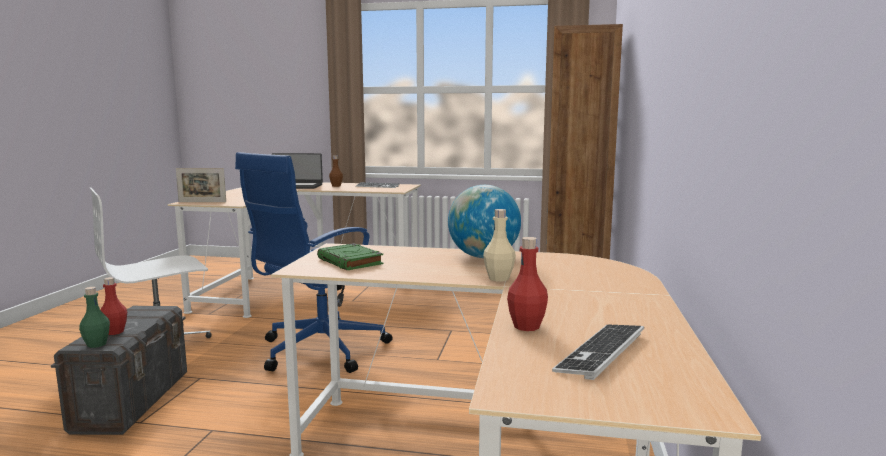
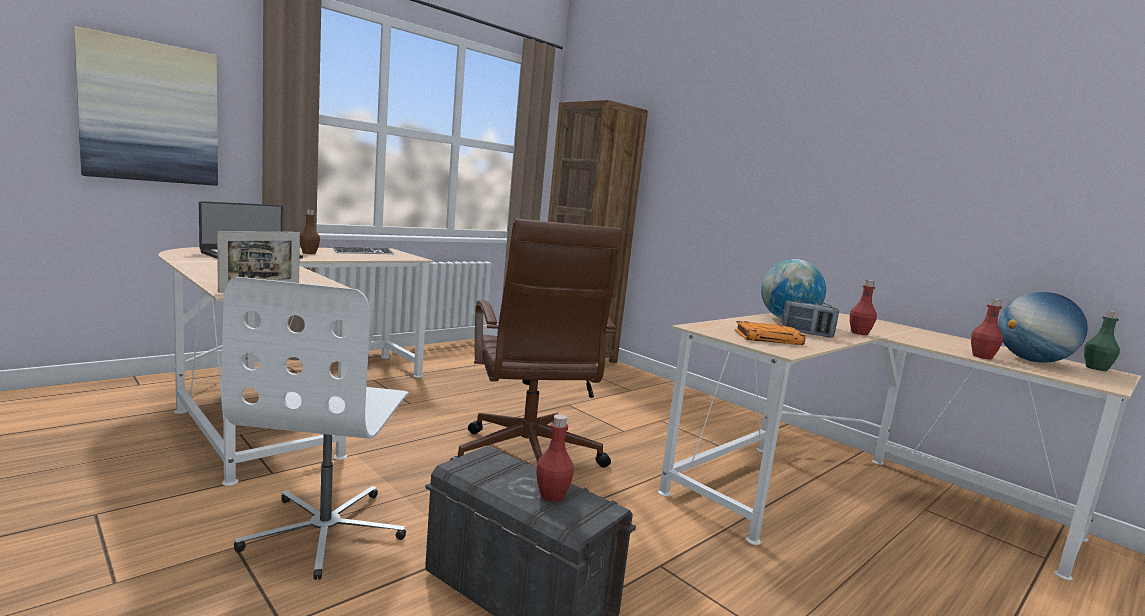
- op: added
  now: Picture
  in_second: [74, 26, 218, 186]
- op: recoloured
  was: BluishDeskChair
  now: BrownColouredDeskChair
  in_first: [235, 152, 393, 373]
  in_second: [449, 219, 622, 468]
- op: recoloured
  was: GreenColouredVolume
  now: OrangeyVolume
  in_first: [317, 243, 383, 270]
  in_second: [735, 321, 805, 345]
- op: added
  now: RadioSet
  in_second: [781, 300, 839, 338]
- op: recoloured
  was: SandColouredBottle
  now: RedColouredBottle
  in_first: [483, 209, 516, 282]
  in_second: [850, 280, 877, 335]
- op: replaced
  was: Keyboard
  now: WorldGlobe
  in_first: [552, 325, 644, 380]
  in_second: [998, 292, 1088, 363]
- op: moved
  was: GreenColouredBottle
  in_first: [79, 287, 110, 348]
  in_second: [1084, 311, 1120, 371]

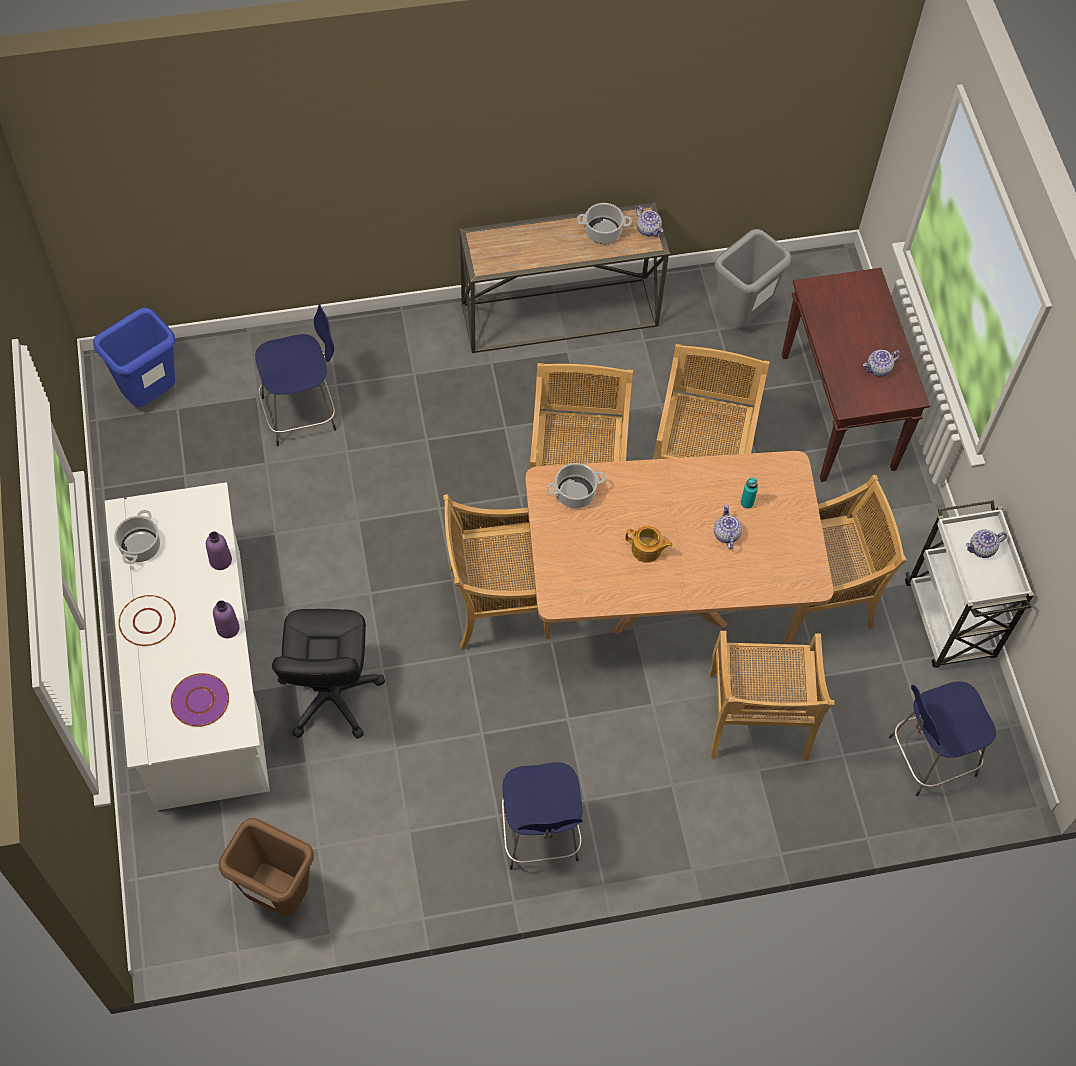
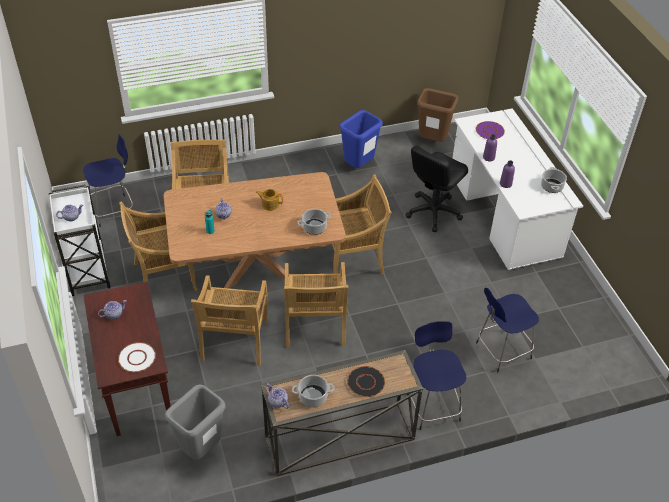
- op: moved
  was: WhiteDinnerPlate
  in_first: [118, 595, 176, 646]
  in_second: [118, 342, 156, 372]
- op: moved
  was: BluishRubbishBin
  in_first: [93, 308, 175, 407]
  in_second: [339, 110, 383, 168]
- op: added
  now: BlackDinnerPlate
  in_second: [347, 366, 385, 397]
- op: turned
  was: BlackDeskChair
  in_first: [272, 609, 385, 739]
  in_second: [405, 146, 468, 232]
  clockwise: -135
- op: moved
  was: BluishStoolSeat
  in_first: [501, 762, 583, 870]
  in_second: [407, 321, 466, 430]

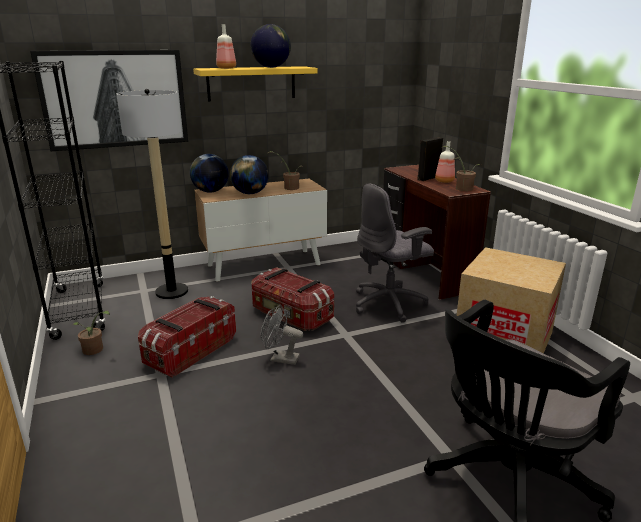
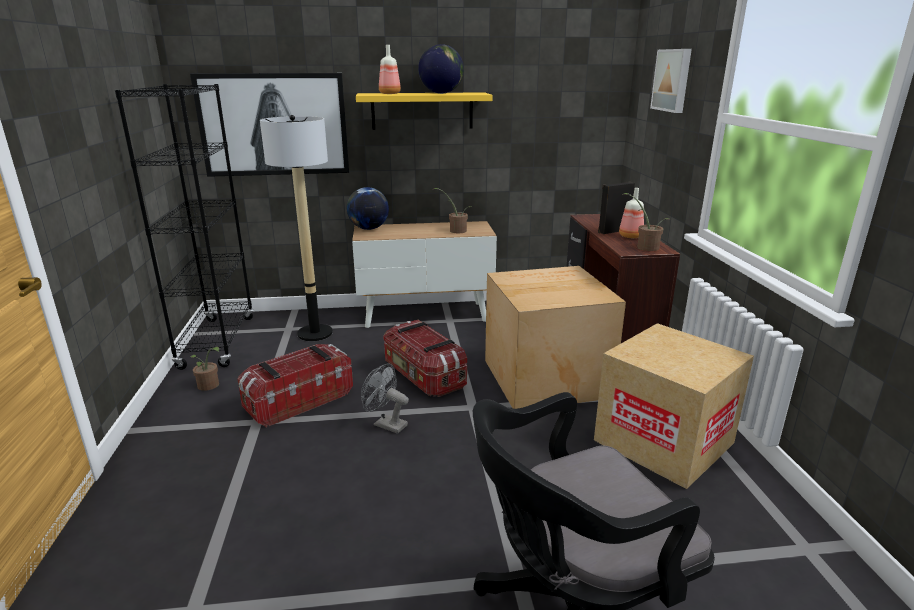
- op: replaced
  was: GrayDeskChair
  now: CardboardBox
  in_first: [356, 183, 434, 323]
  in_second: [485, 266, 626, 409]
- op: added
  now: Picture
  in_second: [650, 49, 692, 113]
- op: removed
  was: WorldGlobe
  in_first: [230, 155, 269, 194]

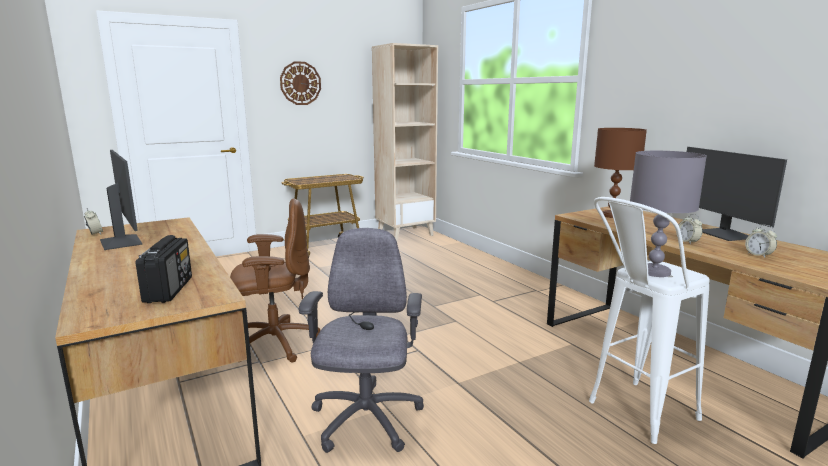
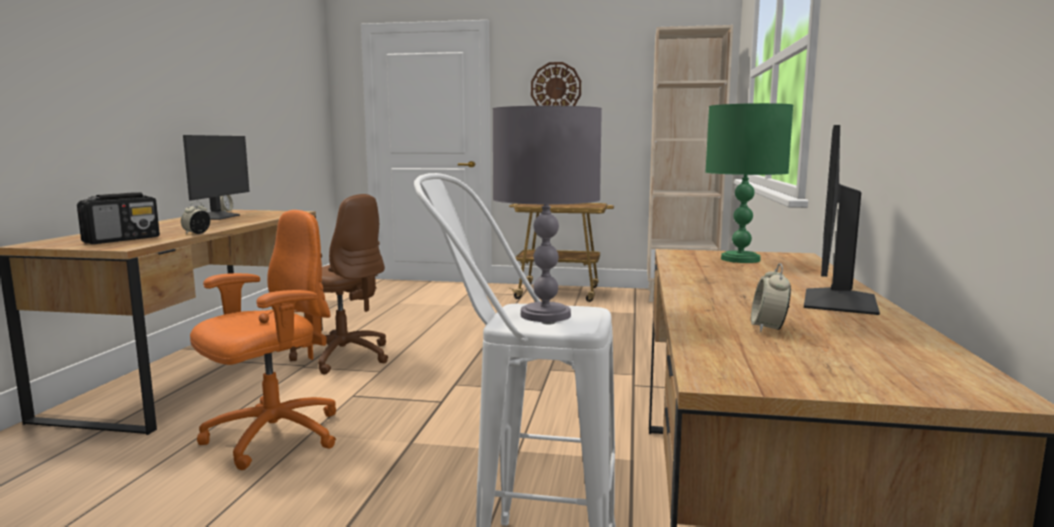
- op: moved
  was: AlarmClock
  in_first: [676, 214, 703, 244]
  in_second: [181, 201, 210, 234]
- op: recoloured
  was: GrayDeskChair
  now: OrangeyDeskChair
  in_first: [299, 228, 424, 453]
  in_second: [190, 210, 336, 470]
- op: recoloured
  was: BrownColouredLampForATable
  now: GreenColouredLampForATable
  in_first: [594, 128, 647, 218]
  in_second: [705, 103, 793, 263]

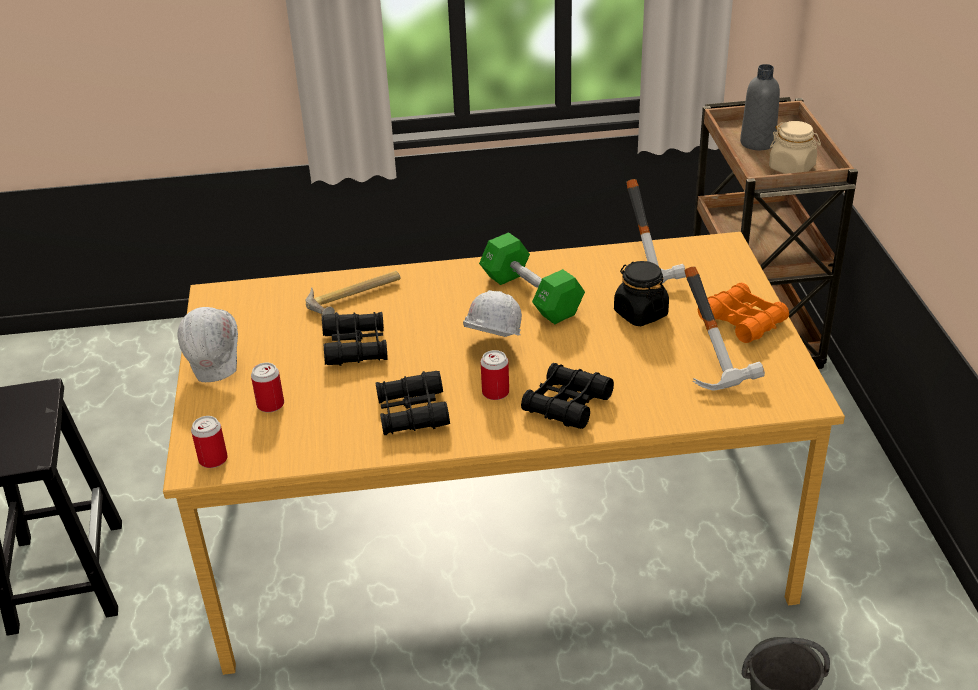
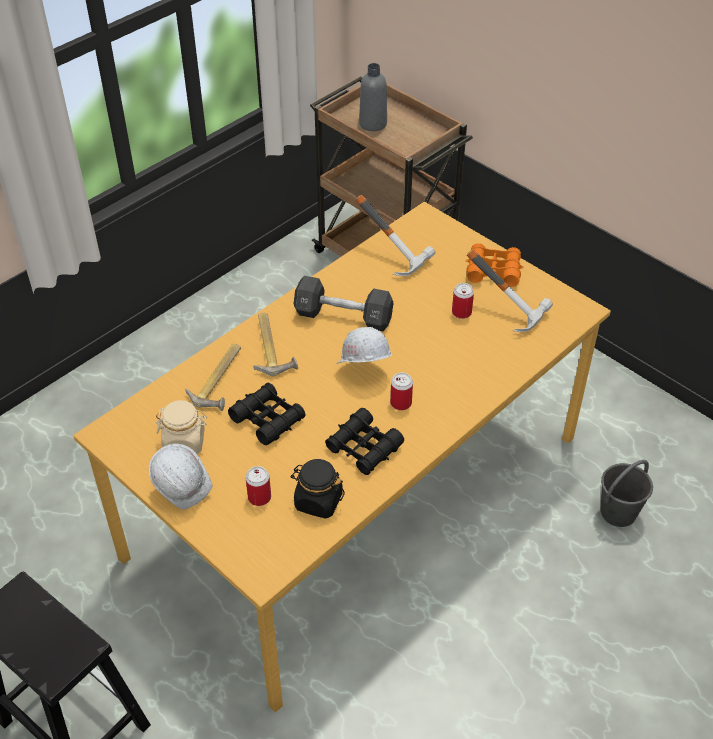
- op: moved
  was: SandColouredJar
  in_first: [769, 121, 821, 174]
  in_second: [156, 400, 207, 454]
- op: added
  now: Hammer
  in_second: [253, 313, 298, 376]
- op: moved
  was: BlackJar
  in_first: [614, 261, 669, 326]
  in_second: [290, 459, 345, 519]
- op: recoloured
  was: GreenColouredFreeWeight
  now: BlackFreeWeight
  in_first: [479, 232, 585, 324]
  in_second: [294, 276, 394, 332]
- op: moved
  was: Can
  in_first: [191, 416, 228, 468]
  in_second: [452, 283, 474, 319]
- op: removed
  was: BlackPairOfBinoculars
  in_first: [521, 363, 614, 429]

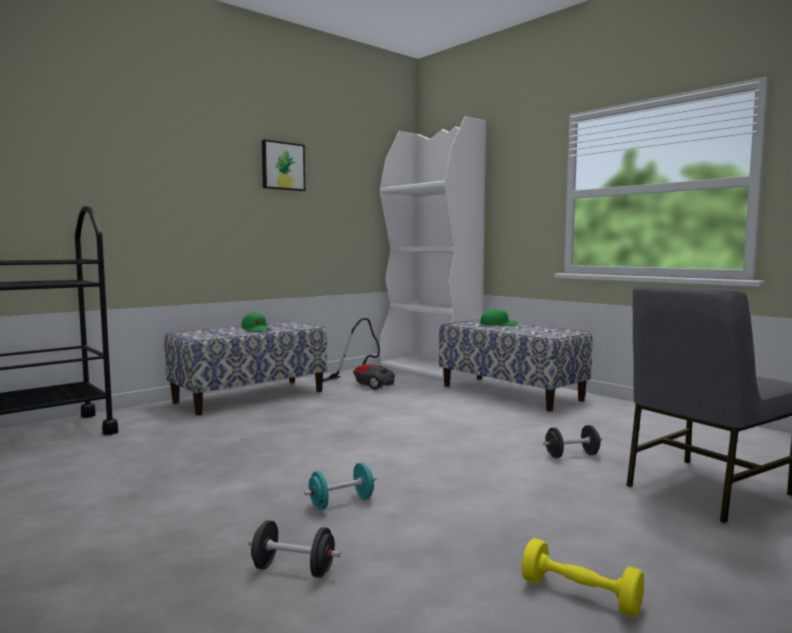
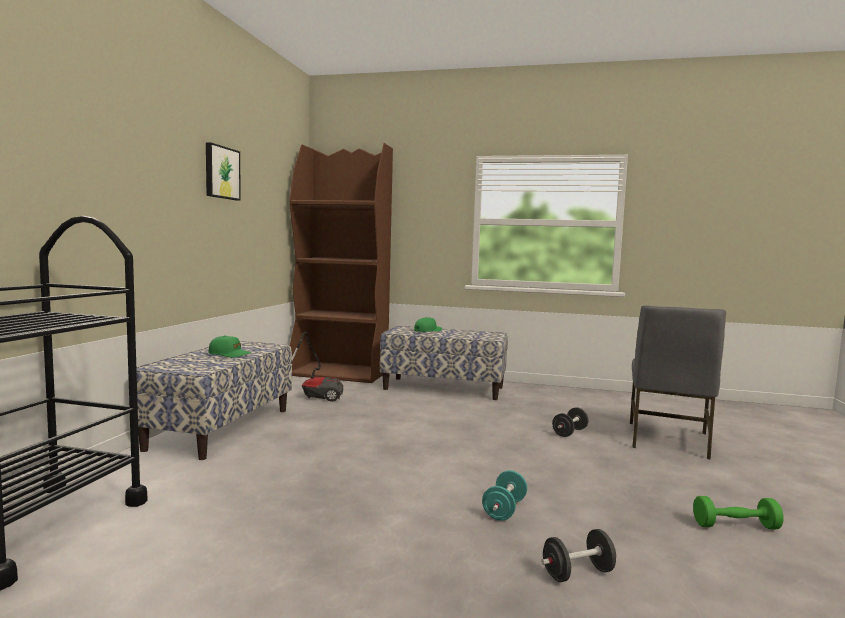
- op: recoloured
  was: WhiteShelvingUnit
  now: BrownColouredShelvingUnit
  in_first: [380, 116, 486, 379]
  in_second: [290, 143, 393, 383]
- op: recoloured
  was: YellowFreeWeight
  now: GreenColouredFreeWeight
  in_first: [521, 538, 644, 617]
  in_second: [693, 496, 784, 529]

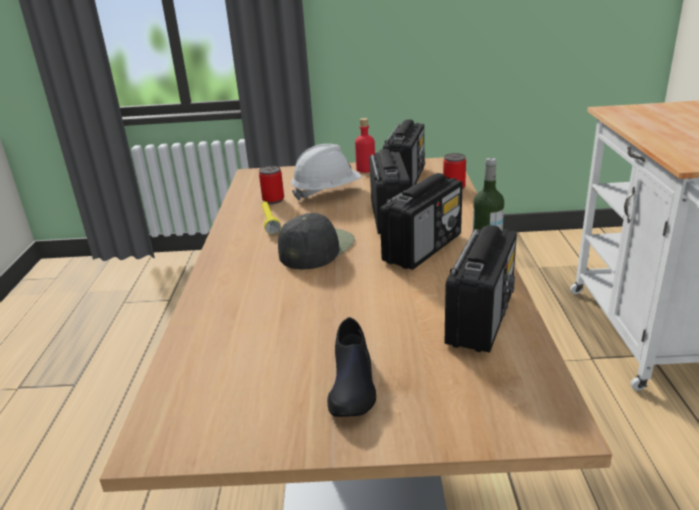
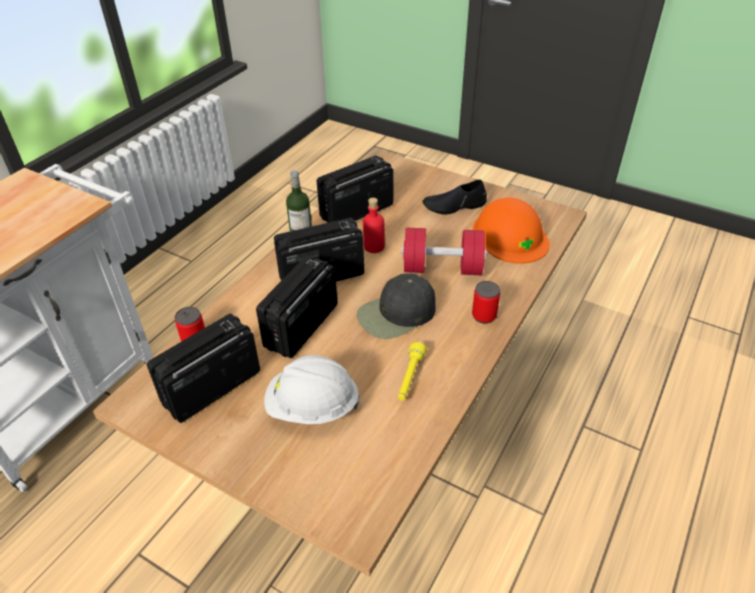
- op: moved
  was: RedColouredBottle
  in_first: [355, 118, 375, 173]
  in_second: [363, 198, 385, 253]
- op: added
  now: RedColouredFreeWeight
  in_second: [401, 228, 487, 275]
- op: turned
  was: BlackItemOfFootwear
  in_first: [327, 317, 376, 417]
  in_second: [422, 180, 487, 215]
  clockwise: -135
- op: added
  now: OrangeyWorkHelmet
  in_second: [472, 197, 550, 264]
- op: moved
  was: Can
  in_first: [259, 166, 284, 204]
  in_second: [472, 281, 500, 324]

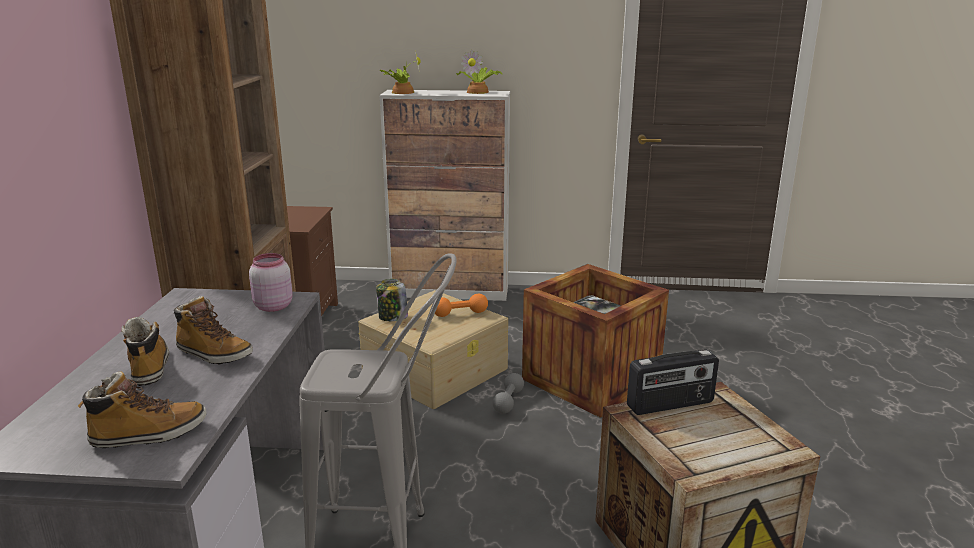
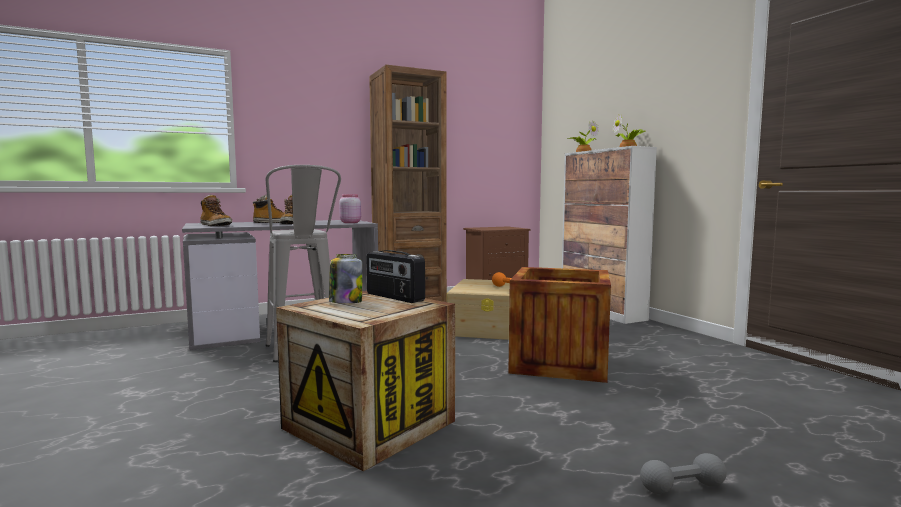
- op: moved
  was: Jar
  in_first: [376, 279, 408, 321]
  in_second: [329, 254, 363, 304]
- op: moved
  was: GrayFreeWeight
  in_first: [493, 373, 524, 414]
  in_second: [640, 453, 727, 494]

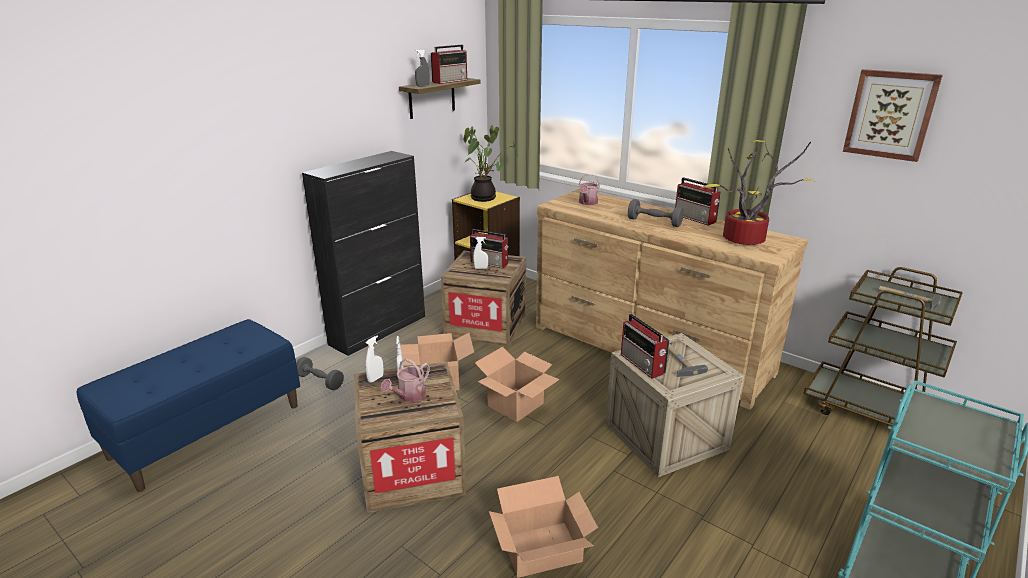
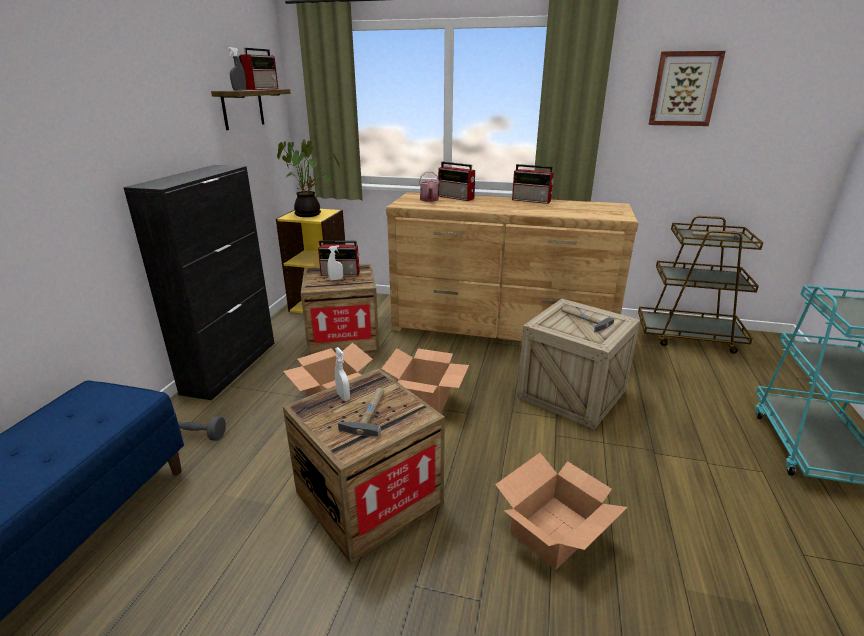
- op: replaced
  was: WateringCan
  now: Hammer
  in_first: [381, 358, 430, 402]
  in_second: [338, 388, 384, 436]
- op: moved
  was: RadioSet
  in_first: [621, 314, 669, 379]
  in_second: [438, 162, 475, 201]
- op: removed
  was: WhiteHandSprayer
  in_first: [365, 336, 384, 383]
- op: removed
  was: GrayFreeWeight
  in_first: [628, 199, 684, 227]
- op: removed
  was: PlantInAPot
  in_first: [700, 140, 814, 245]

